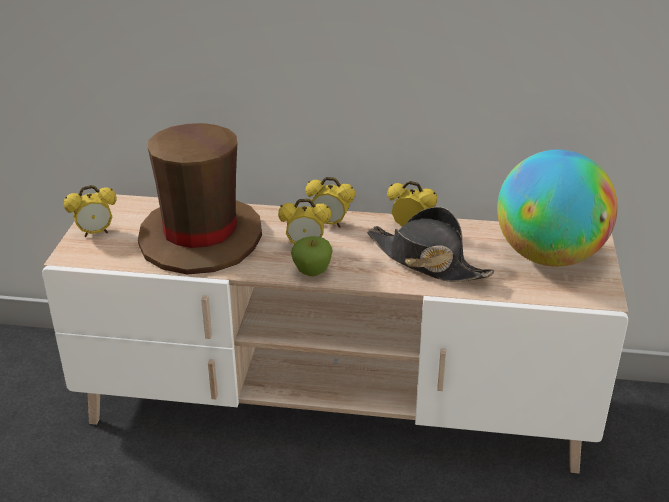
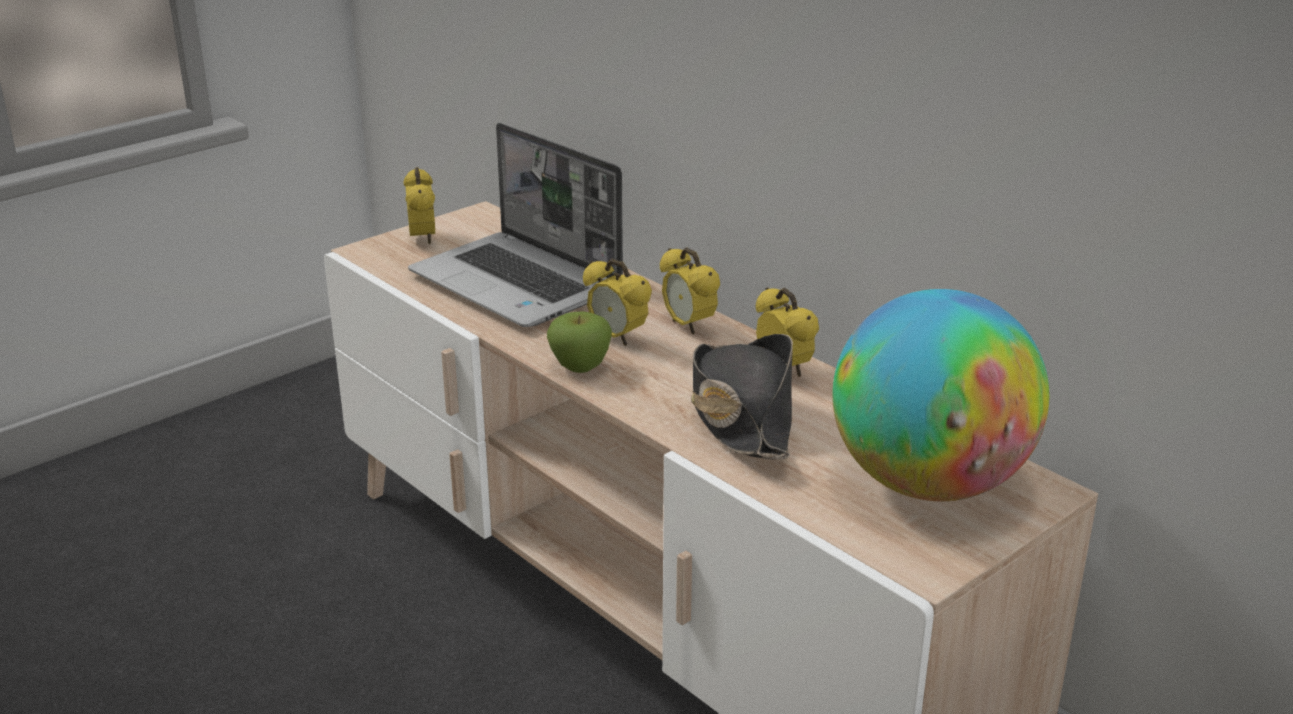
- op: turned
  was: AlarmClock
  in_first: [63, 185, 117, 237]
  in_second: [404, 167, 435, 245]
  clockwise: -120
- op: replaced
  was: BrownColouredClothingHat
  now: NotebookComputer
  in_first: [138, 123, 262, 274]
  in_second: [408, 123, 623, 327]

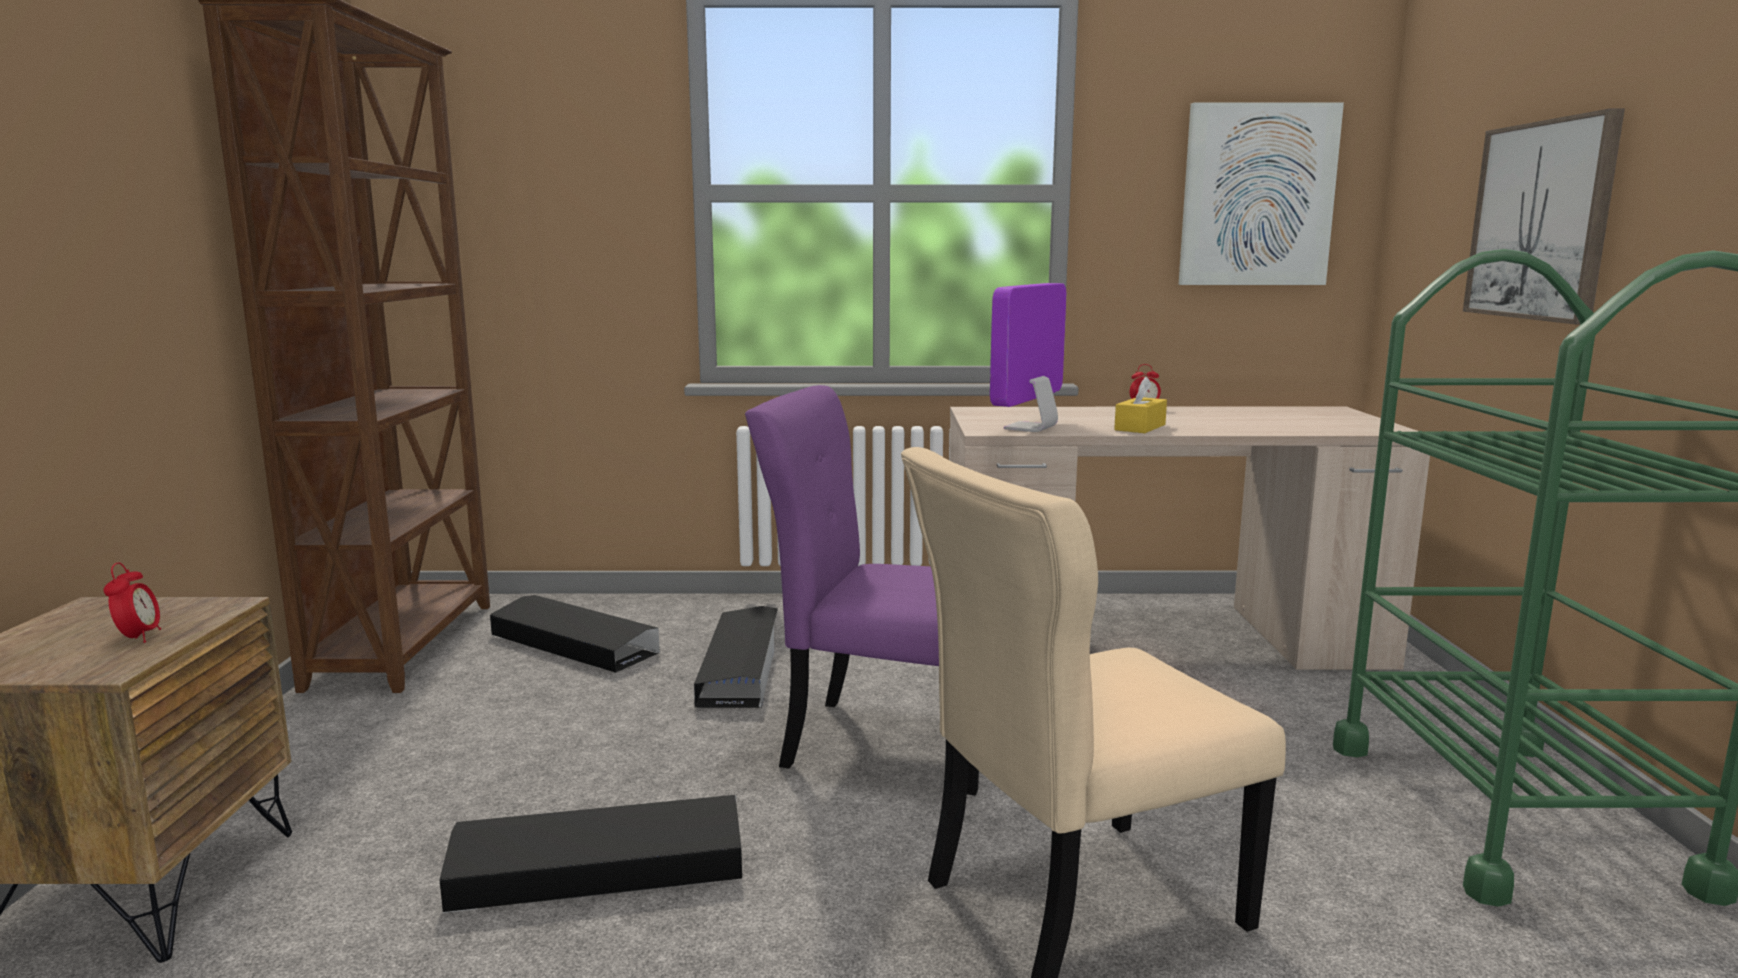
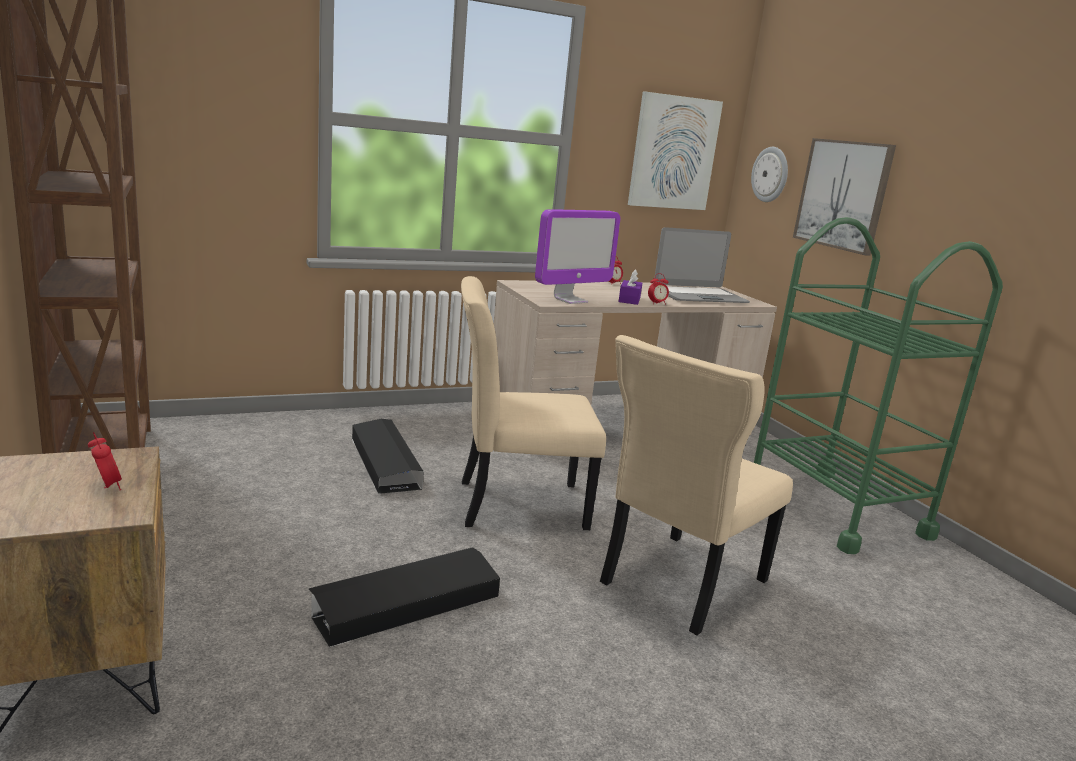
- op: recoloured
  was: PurpleUprightChair
  now: SandColouredUprightChair
  in_first: [745, 385, 979, 796]
  in_second: [461, 276, 606, 530]
- op: turned
  was: ComputerScreen
  in_first: [990, 283, 1066, 432]
  in_second: [535, 209, 620, 304]
  clockwise: -135
- op: recoloured
  was: YellowTissueHolder
  now: PurpleTissueHolder
  in_first: [1114, 377, 1167, 433]
  in_second: [618, 269, 642, 305]
- op: added
  now: AlarmClock
  in_second: [648, 273, 669, 305]
- op: added
  now: NotebookComputer
  in_second: [654, 227, 750, 303]
- op: added
  now: HangingClock
  in_second: [751, 147, 788, 202]
- op: removed
  was: BlackStorageContainer
  in_first: [490, 595, 660, 673]

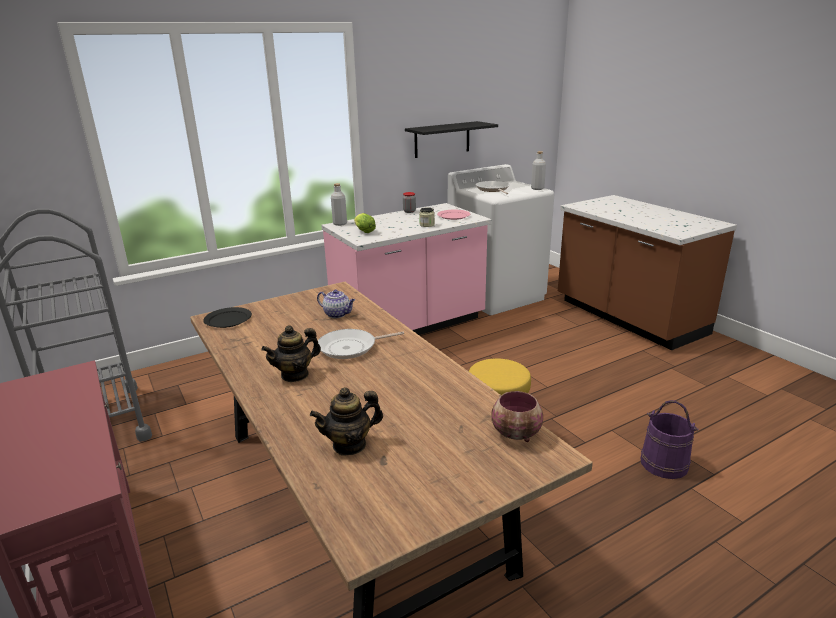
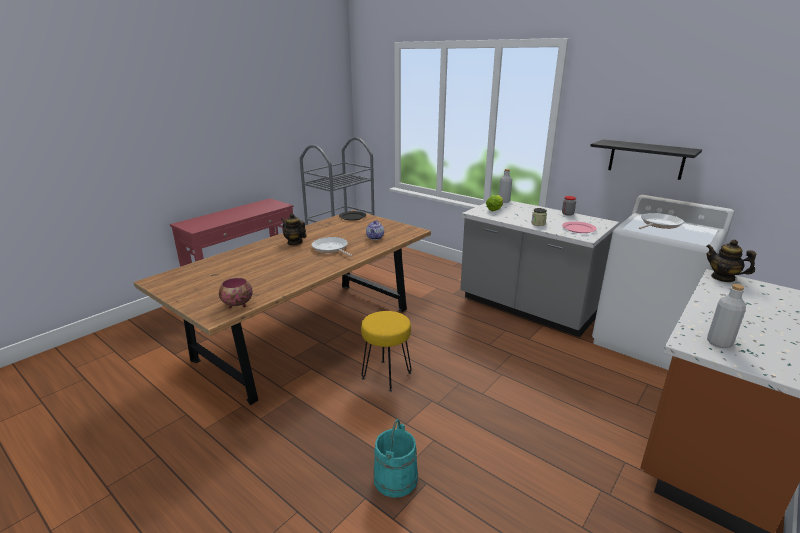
- op: recoloured
  was: PurpleBucket
  now: TurquoiseColouredBucket
  in_first: [640, 400, 699, 479]
  in_second: [373, 419, 418, 498]
- op: recoloured
  was: PinkCounter
  now: GrayCounter
  in_first: [321, 203, 492, 335]
  in_second: [460, 201, 619, 337]
- op: moved
  was: TeaPot
  in_first: [310, 387, 383, 455]
  in_second: [706, 240, 757, 282]
- op: moved
  was: GrayBottle
  in_first: [531, 151, 546, 190]
  in_second: [707, 284, 746, 348]

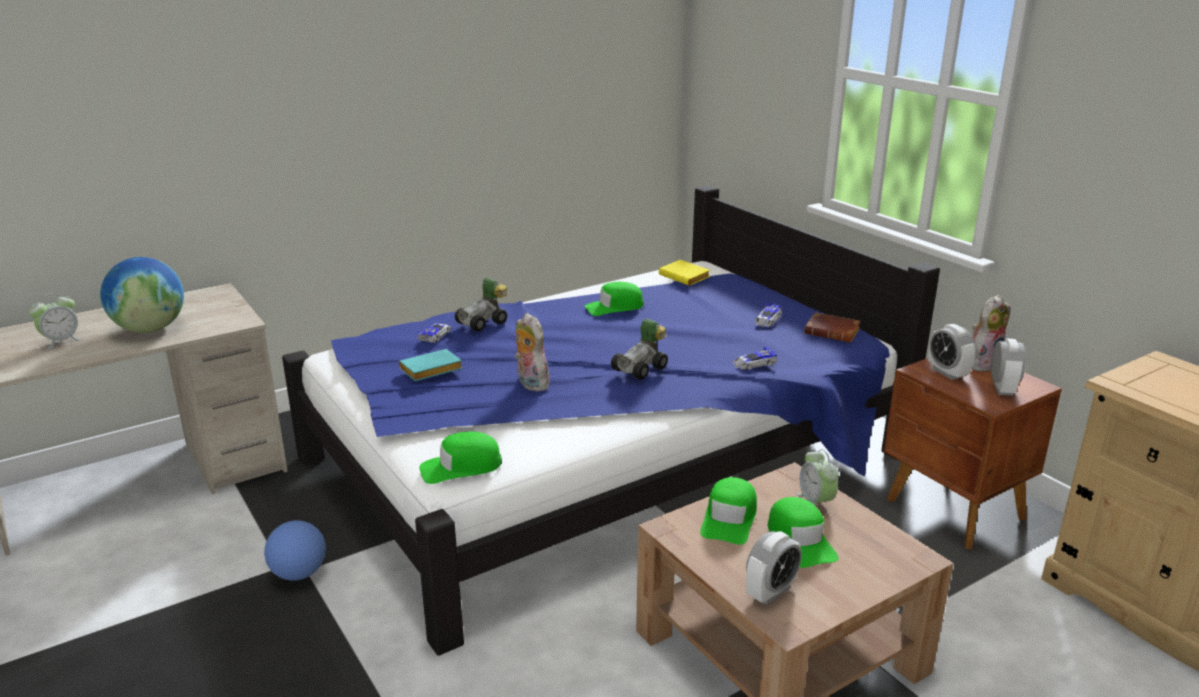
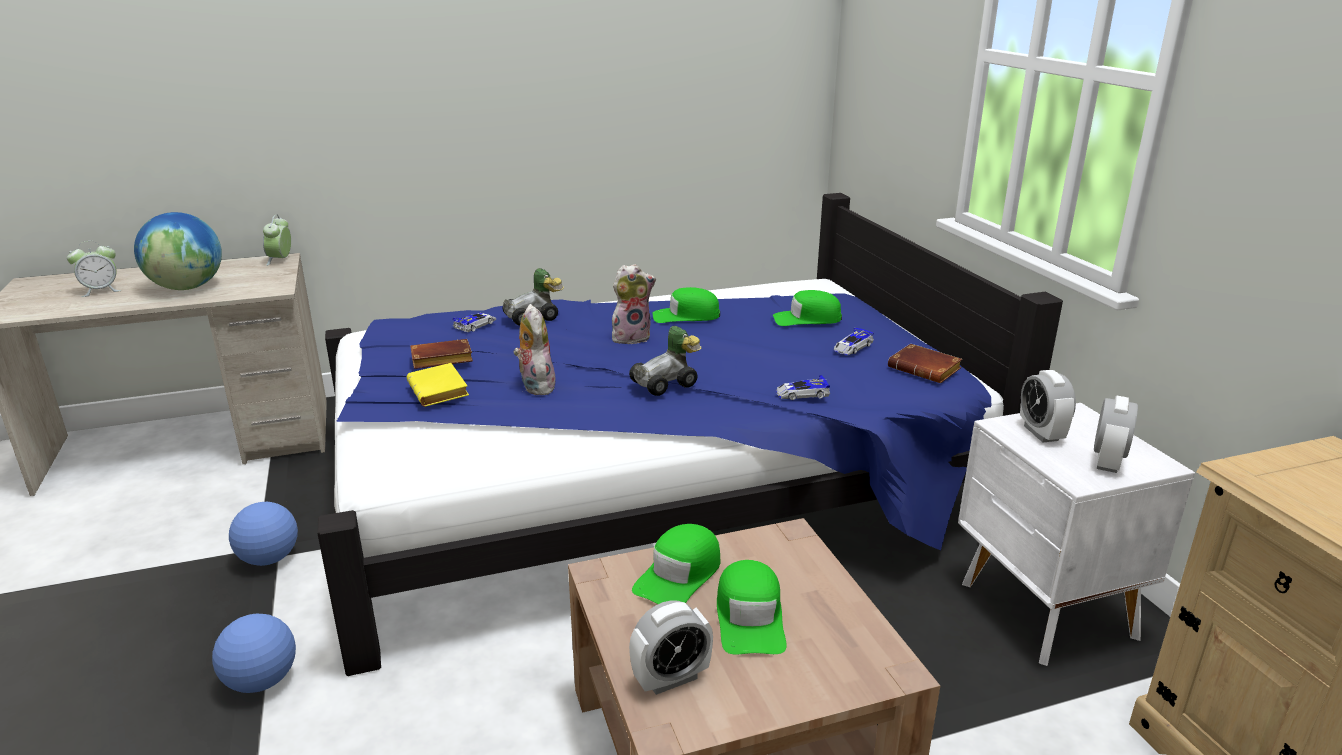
- op: added
  now: BallForFootball
  in_second: [212, 614, 296, 693]
- op: moved
  was: AlarmClock
  in_first: [797, 449, 839, 506]
  in_second: [263, 214, 291, 266]
- op: moved
  was: YellowVolume
  in_first: [659, 260, 710, 286]
  in_second: [407, 363, 469, 407]
- op: recoloured
  was: TurquoiseColouredVolume
  now: BrownColouredVolume
  in_first: [399, 349, 463, 381]
  in_second: [410, 339, 473, 369]
- op: moved
  was: PlushToy
  in_first: [971, 295, 1010, 372]
  in_second: [612, 264, 656, 344]
- op: moved
  was: GreenColouredCap
  in_first: [419, 432, 502, 484]
  in_second: [773, 290, 842, 326]
- op: recoloured
  was: BrownColouredNightstand
  now: WhiteNightstand
  in_first: [884, 358, 1062, 549]
  in_second: [958, 403, 1195, 666]

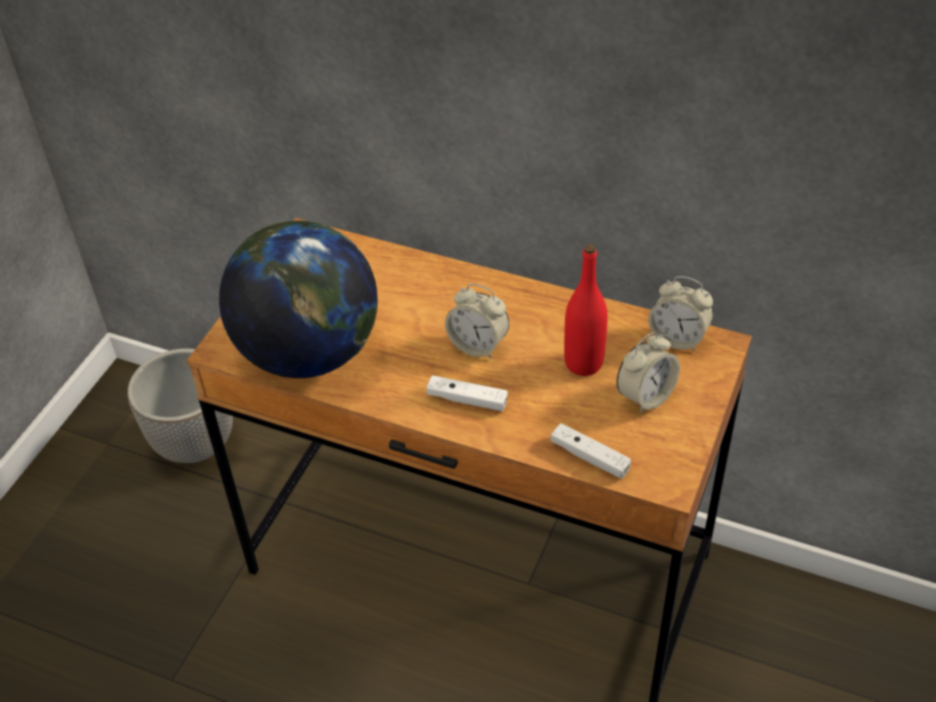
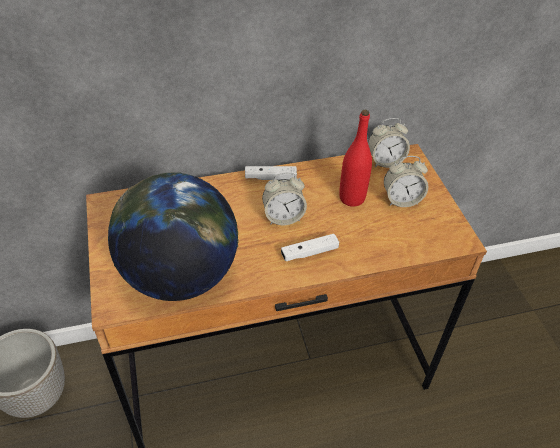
- op: moved
  was: WhiteGameController
  in_first: [551, 423, 631, 479]
  in_second: [245, 166, 297, 180]
- op: turned
  was: AlarmClock
  in_first: [617, 332, 680, 414]
  in_second: [384, 156, 428, 207]
  clockwise: 75

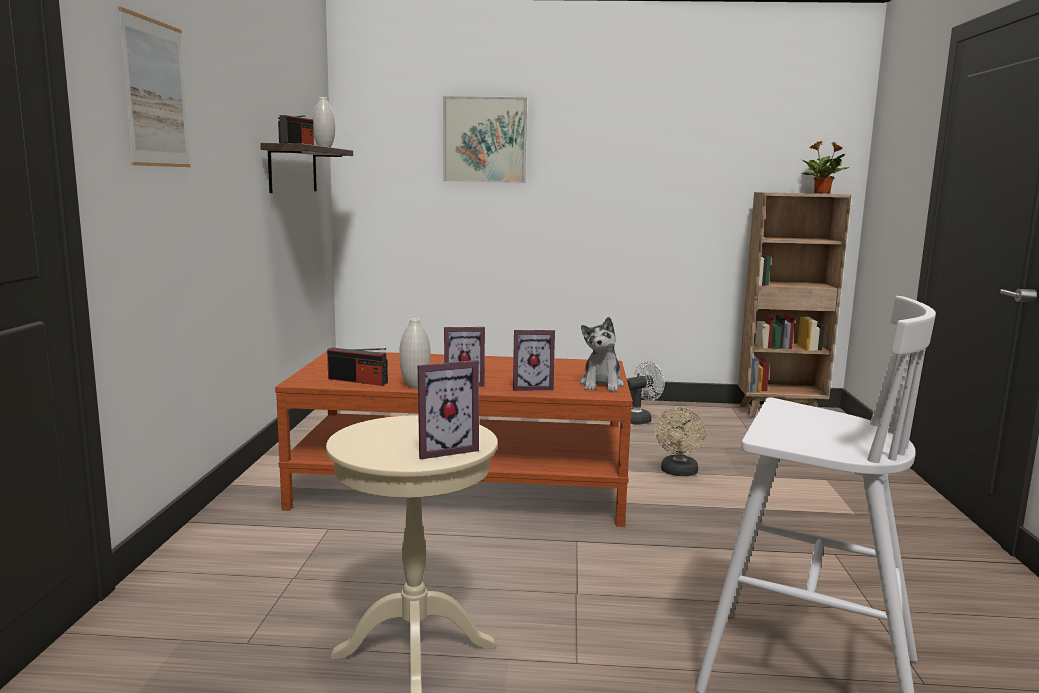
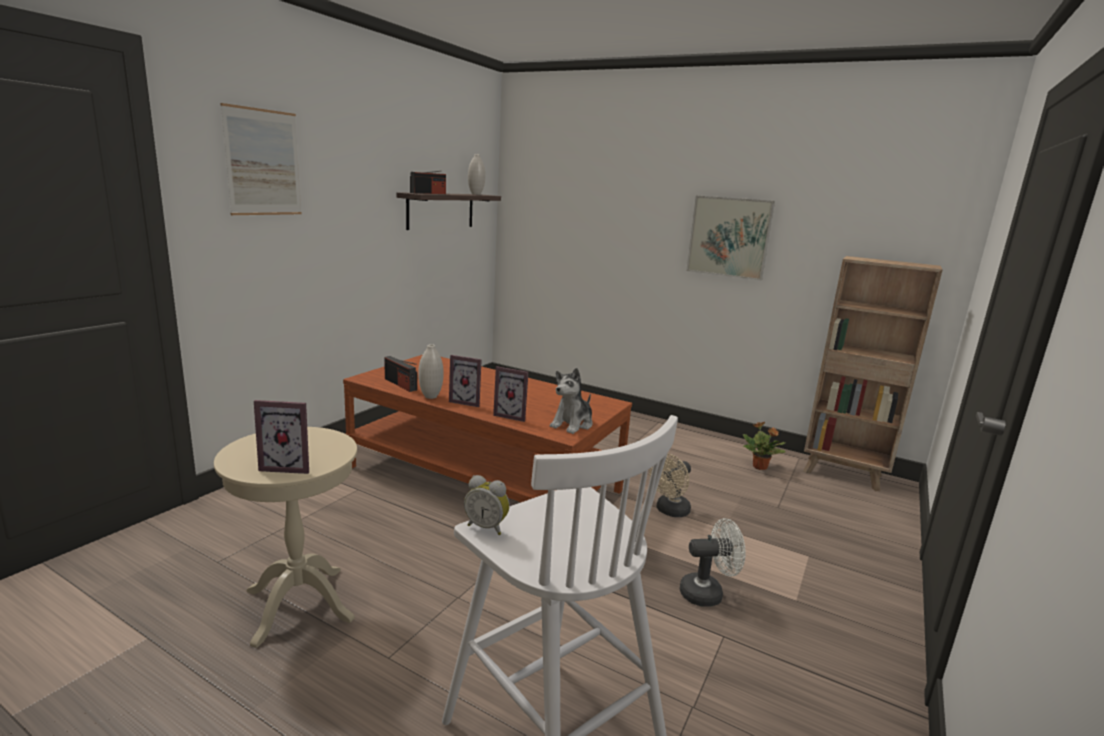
- op: added
  now: AlarmClock
  in_second: [464, 475, 510, 535]
- op: moved
  was: WhiteCoolingFan
  in_first: [627, 361, 665, 424]
  in_second: [680, 518, 745, 607]
- op: moved
  was: Picture
  in_first: [443, 96, 527, 183]
  in_second: [686, 196, 775, 281]
- op: moved
  was: PlantInAPot
  in_first: [802, 141, 849, 193]
  in_second: [743, 422, 786, 470]

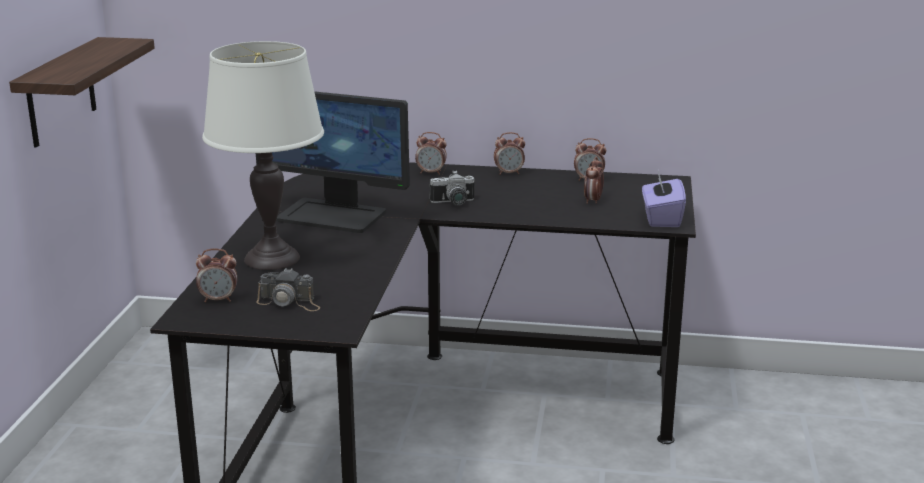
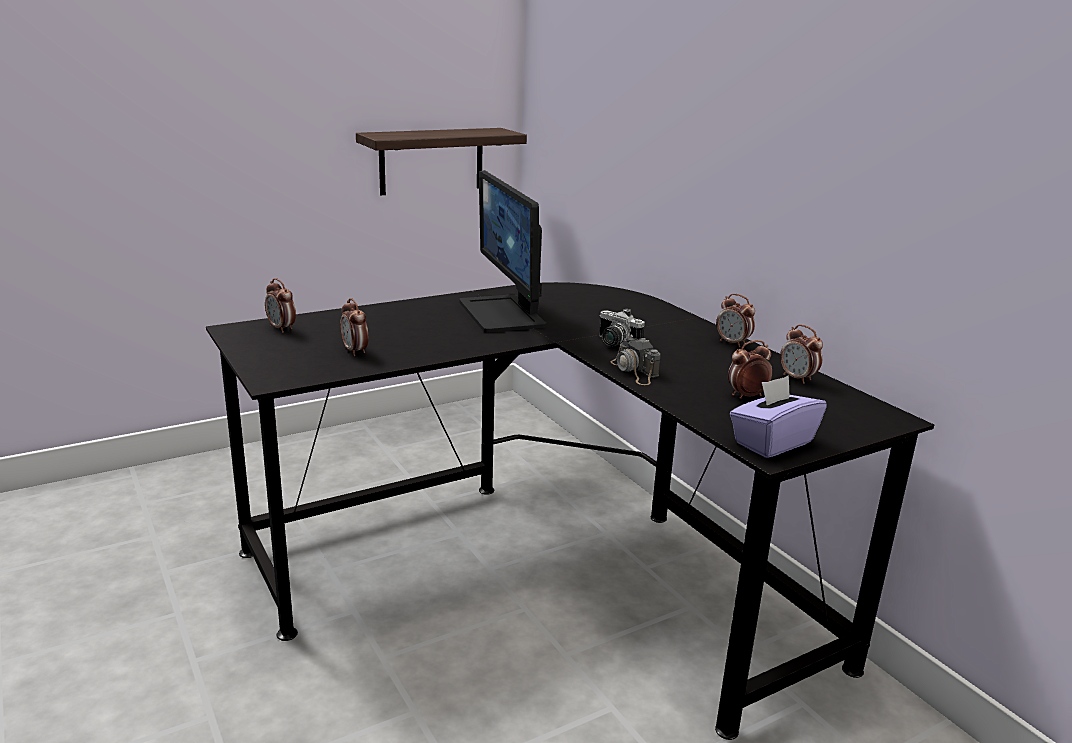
- op: moved
  was: AlarmClock
  in_first: [415, 132, 447, 175]
  in_second: [340, 298, 368, 356]
- op: moved
  was: StillCamera
  in_first: [256, 269, 320, 311]
  in_second: [611, 337, 660, 385]
- op: removed
  was: WhiteLampForATable
  in_first: [202, 41, 324, 270]

